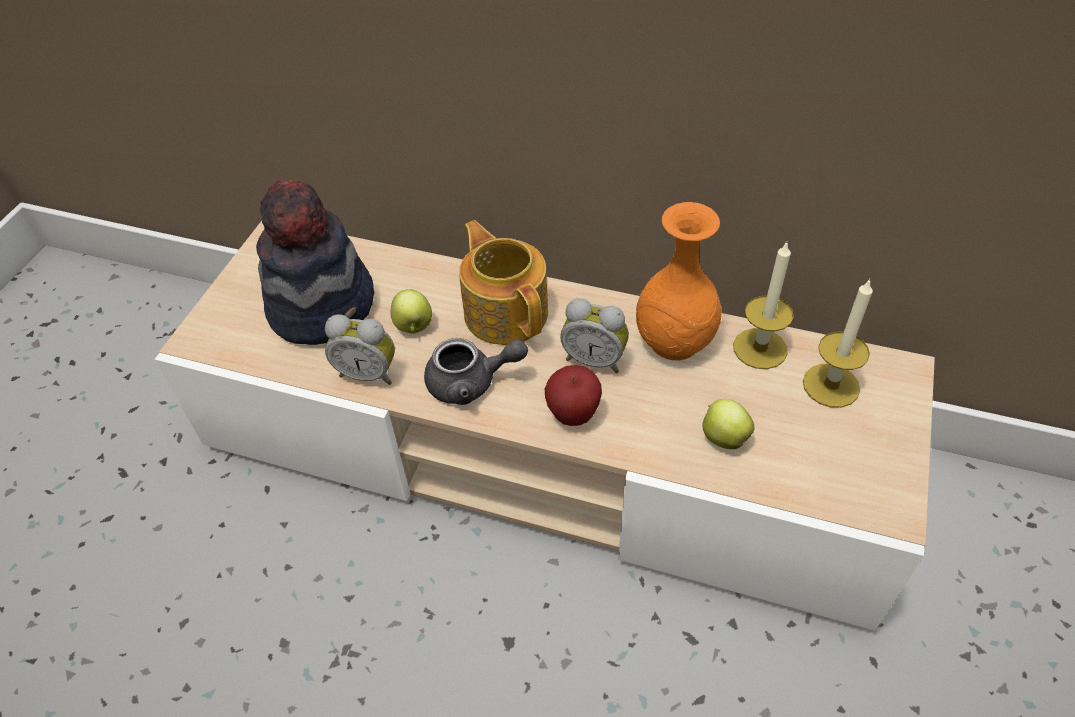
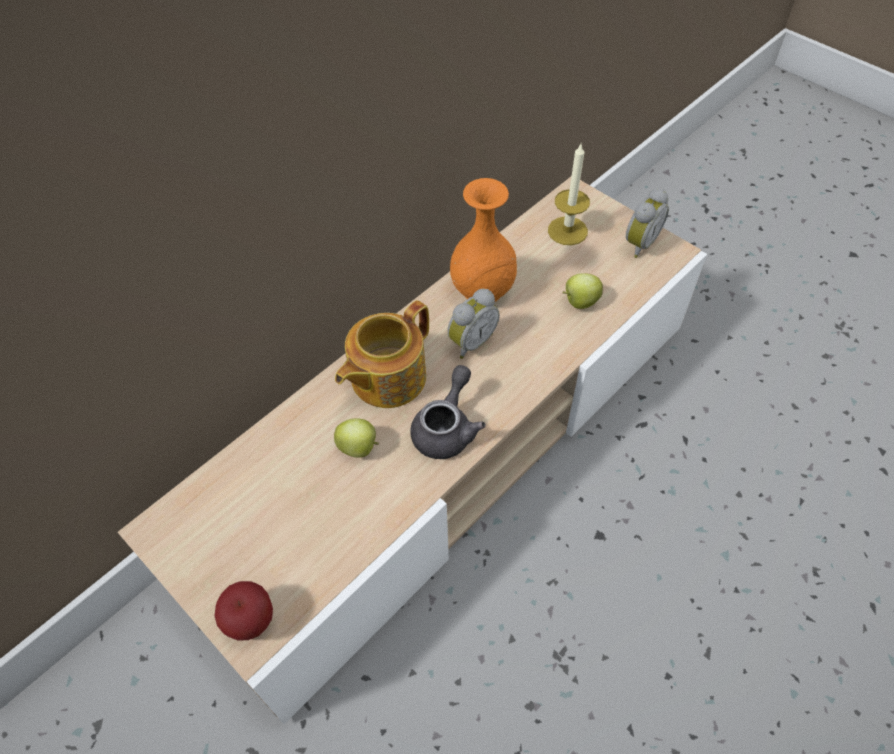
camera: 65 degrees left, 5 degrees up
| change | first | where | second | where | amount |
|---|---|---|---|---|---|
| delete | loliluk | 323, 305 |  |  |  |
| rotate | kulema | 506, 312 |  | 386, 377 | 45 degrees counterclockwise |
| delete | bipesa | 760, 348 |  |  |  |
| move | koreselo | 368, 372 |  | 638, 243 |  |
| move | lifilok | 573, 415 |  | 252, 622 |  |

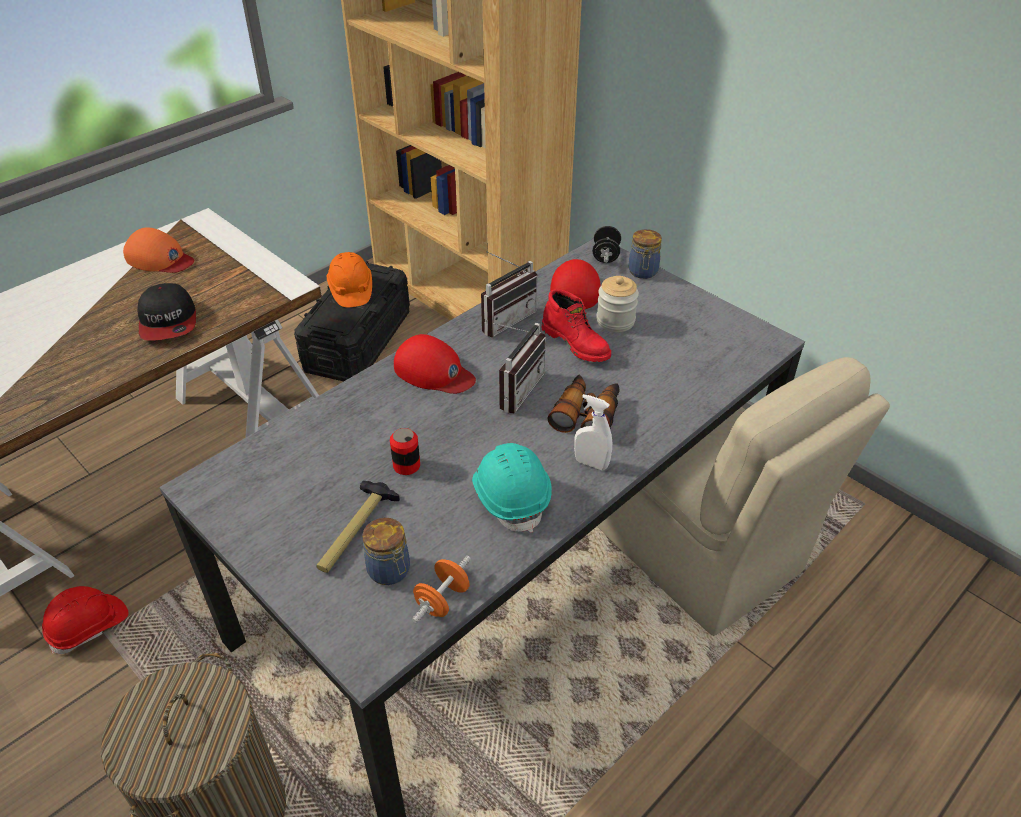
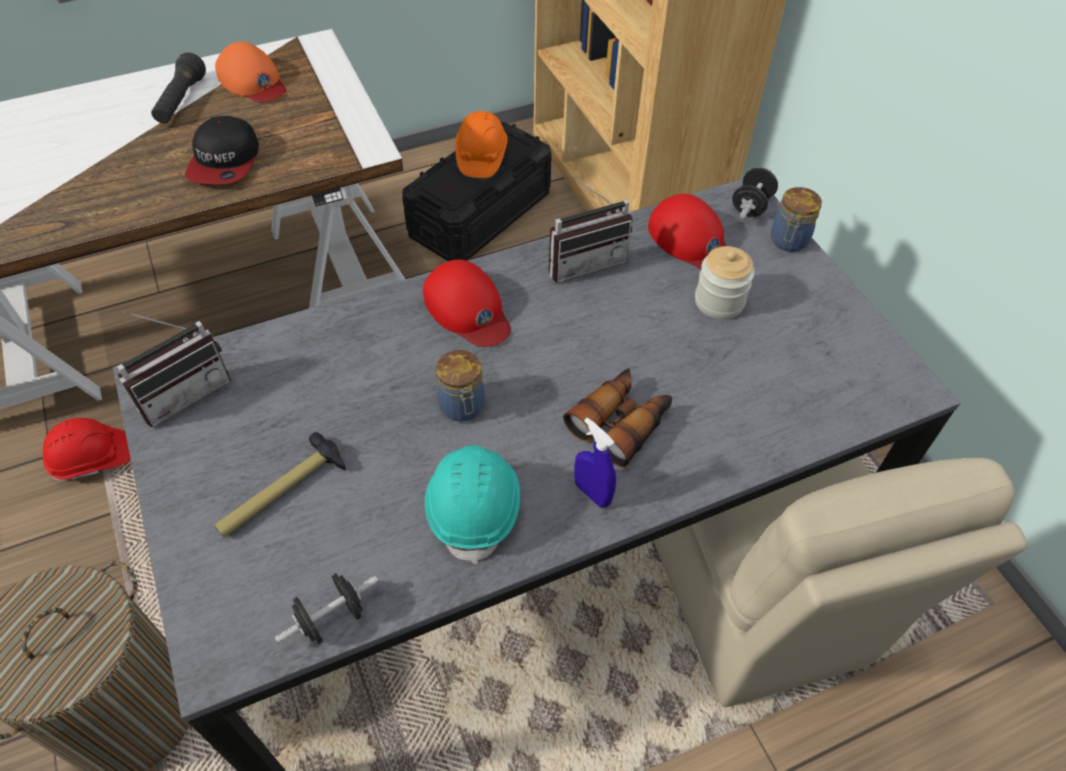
camera: 20 degrees right, 10 degrees up
| change | first | where | second | where | amount |
|---|---|---|---|---|---|
| rotate | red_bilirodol | 575, 287 |  | 691, 240 | 120 degrees clockwise |
| delete | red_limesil | 577, 343 |  |  |  |
| move | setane | 515, 389 |  | 183, 391 |  |
| recolor | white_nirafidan | 591, 463 | blue_nirafidan | 592, 493 |  |
| delete | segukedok | 406, 466 |  |  |  |
| move | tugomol | 390, 571 |  | 462, 407 |  |
| recolor | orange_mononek | 442, 600 | black_mononek | 331, 618 |  |
| insert |  |  | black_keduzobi | 181, 101 |  |

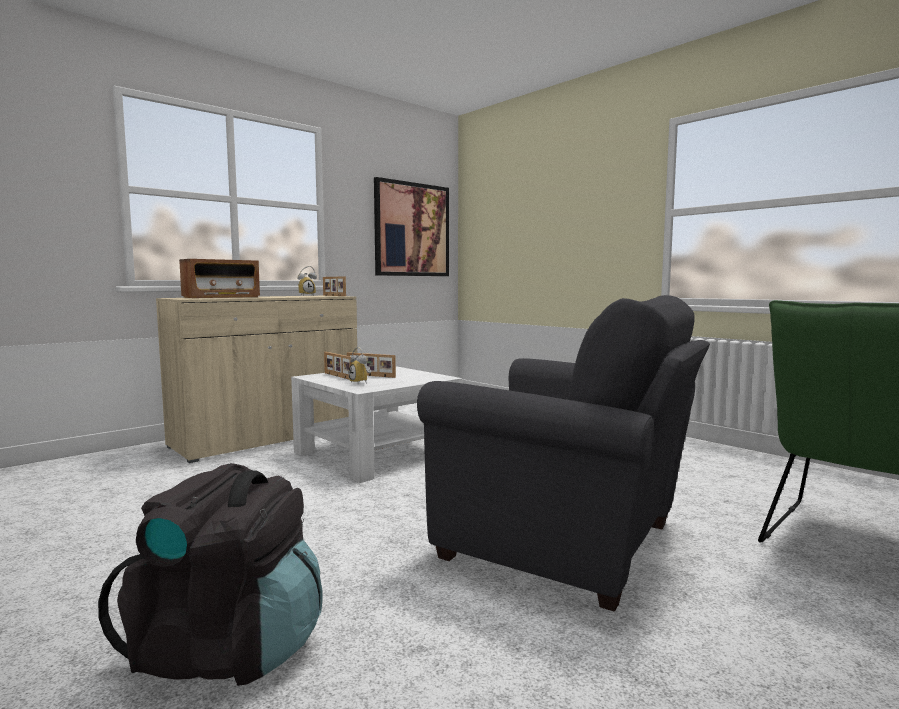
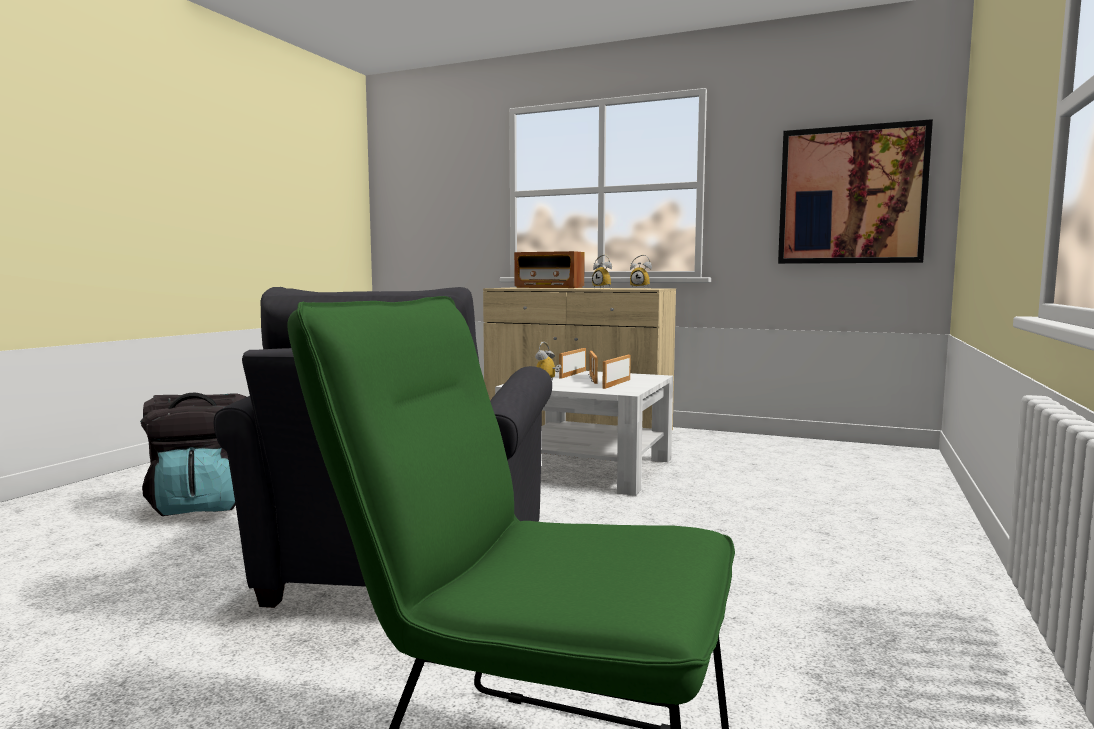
camera: 65 degrees right, 0 degrees up
| change | first | where | second | where | amount |
|---|---|---|---|---|---|
| move | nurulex | 333, 295 |  | 615, 384 |  |
| insert |  |  | koreselo | 604, 288 |  |

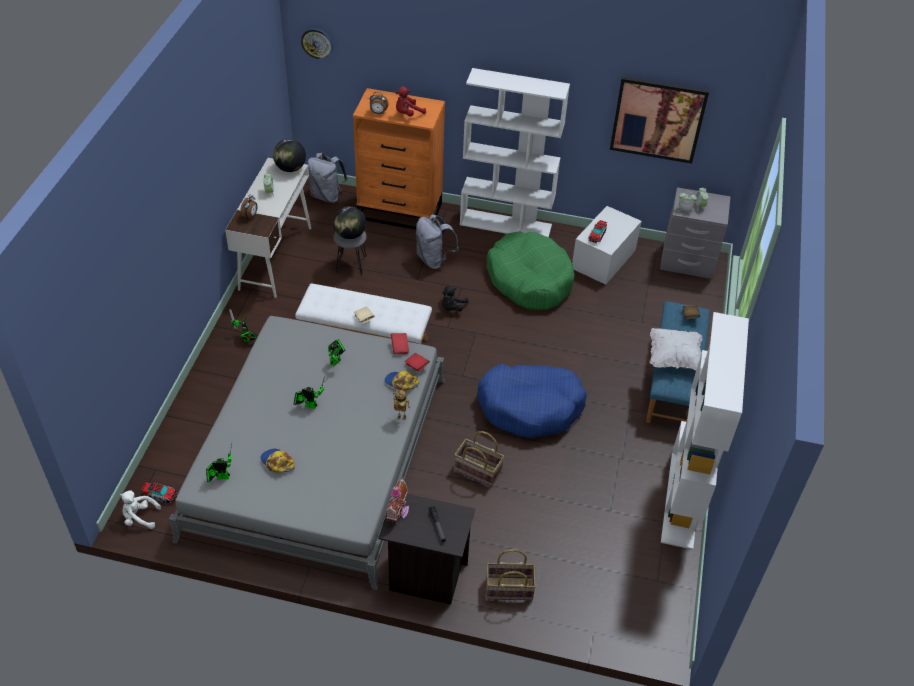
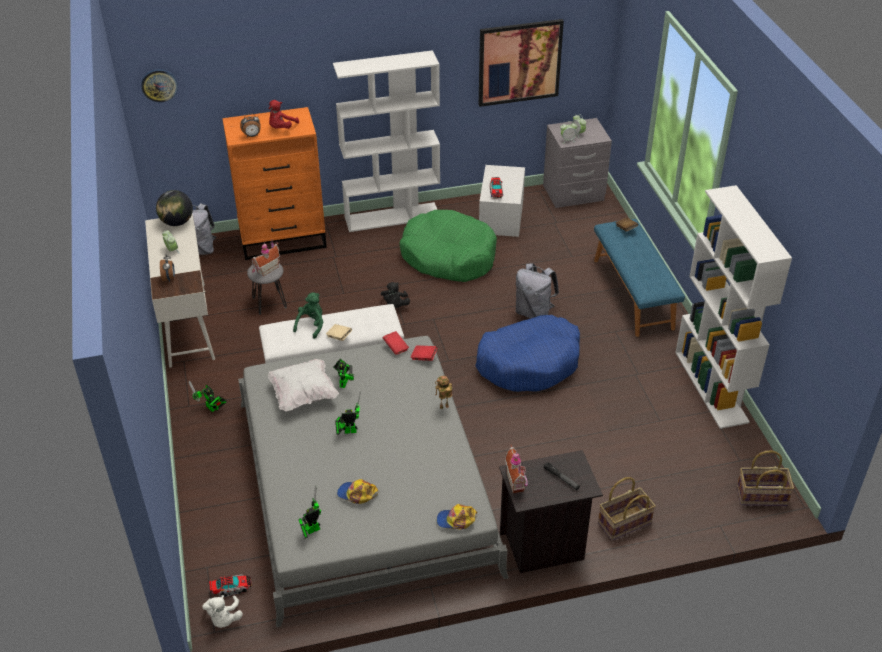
camera: 25 degrees left, 5 degrees down
| change | first | where | second | where | amount |
|---|---|---|---|---|---|
| replace | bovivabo | 350, 235 | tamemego | 266, 269 |  |
| move | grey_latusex | 434, 260 |  | 534, 312 |  |
| move | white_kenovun | 674, 358 |  | 303, 395 |  |
| move | bilirodol | 401, 383 |  | 456, 520 |  |
| move | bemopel | 477, 471 |  | 761, 496 |  |
| rotate | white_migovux | 139, 517 |  | 224, 619 | 75 degrees counterclockwise |
| insert |  |  | green_migovux | 311, 325 |  |

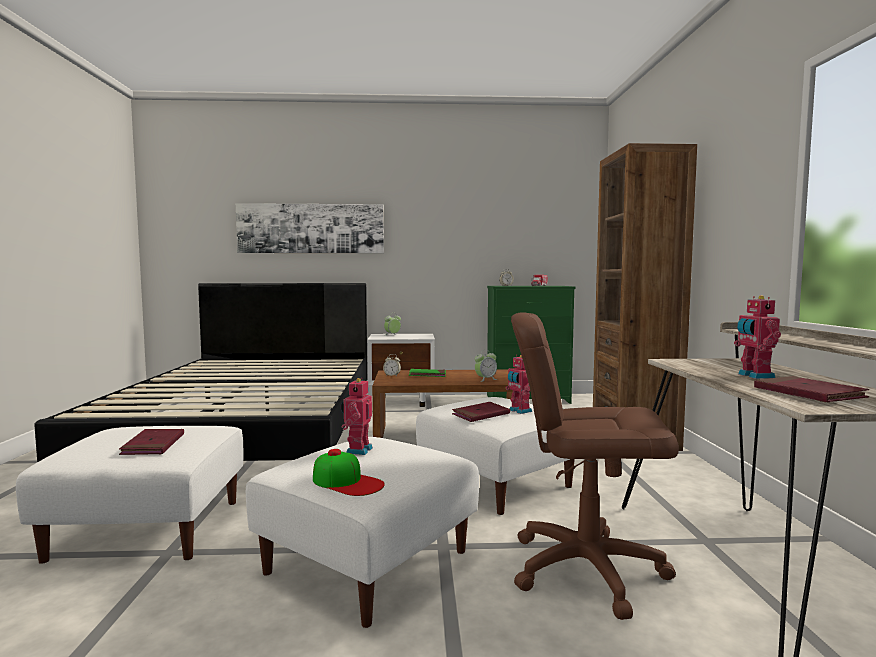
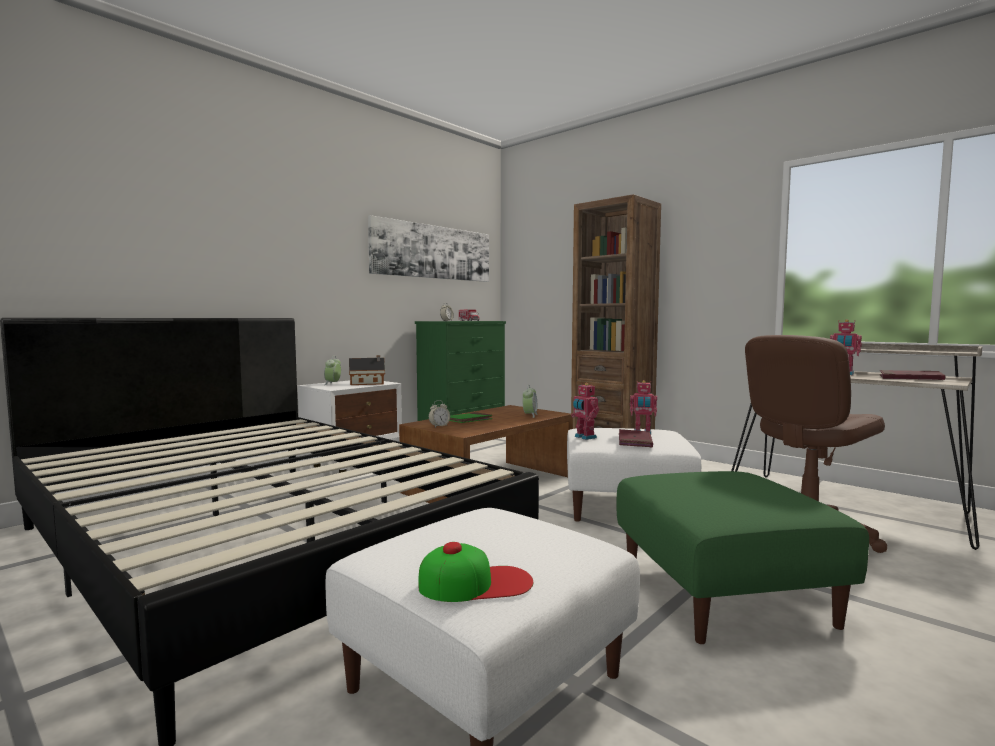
camera: 45 degrees left, 0 degrees up
| change | first | where | second | where | amount |
|---|---|---|---|---|---|
| move | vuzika | 311, 228 |  | 433, 252 |  |
| move | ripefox | 357, 450 |  | 584, 437 |  |
| delete | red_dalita | 153, 445 |  |  |  |
| recolor | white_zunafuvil | 368, 562 | green_zunafuvil | 725, 593 |  |
| move | bilirodol | 347, 482 |  | 476, 583 |  |
| insert |  |  | tamemego | 368, 383 |  |

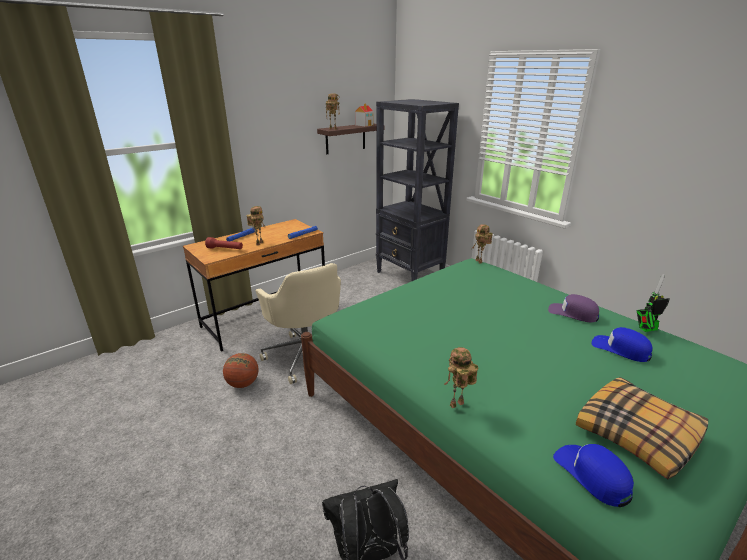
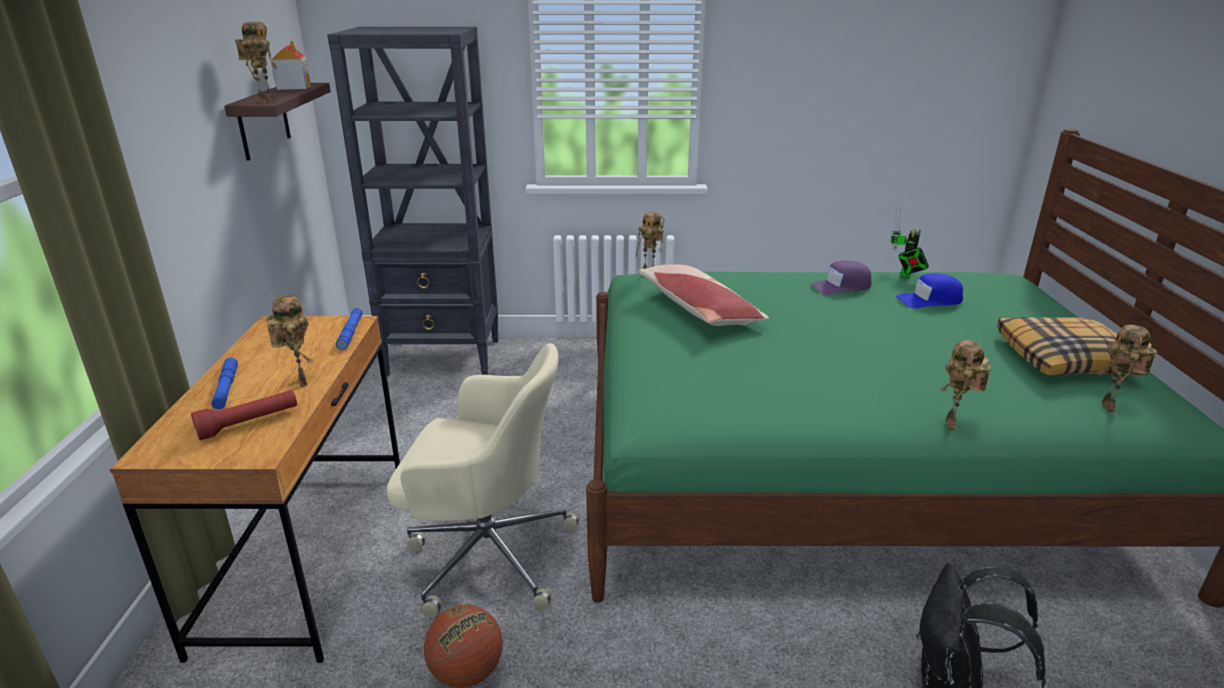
camera: 50 degrees left, 0 degrees up
| change | first | where | second | where | amount |
|---|---|---|---|---|---|
| replace | blue_bilirodol | 592, 475 | ripefox | 1111, 408 |  |
| insert |  |  | kenovun | 698, 309 |  |

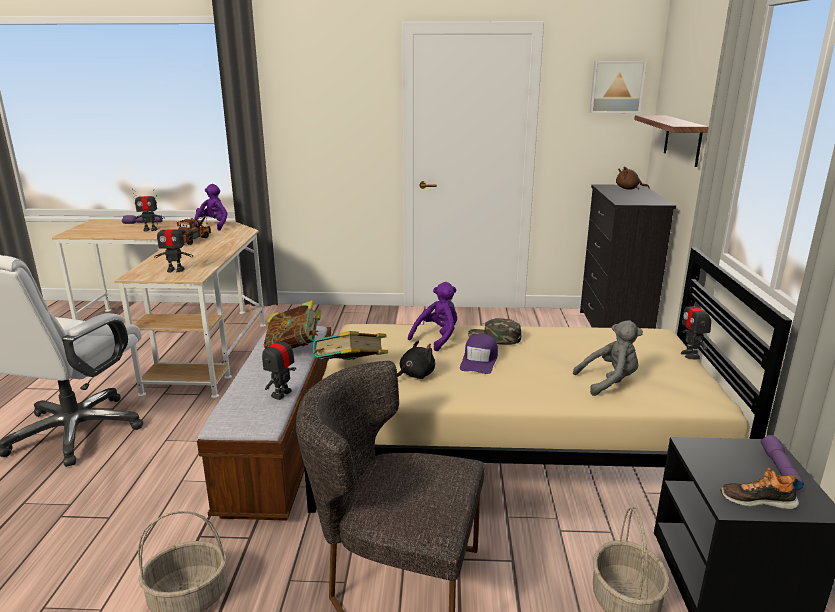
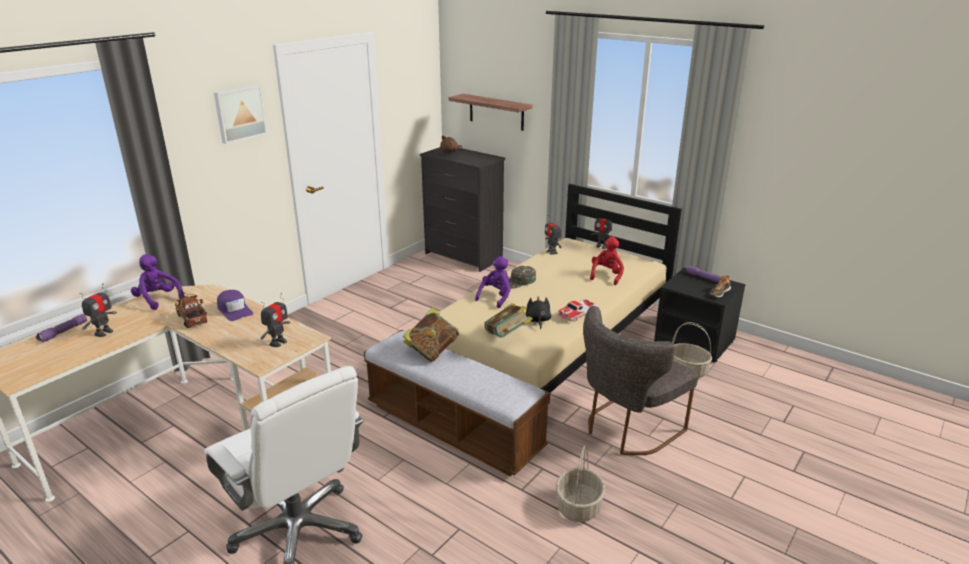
camera: 55 degrees left, 5 degrees up
| change | first | where | second | where | amount |
|---|---|---|---|---|---|
| move | vuzika | 616, 87 |  | 239, 113 |  |
| rotate | purple_migovux | 437, 338 |  | 496, 297 | 45 degrees clockwise |
| recolor | grey_migovux | 609, 382 | red_migovux | 606, 275 |  |
| move | ripefox | 281, 394 |  | 552, 252 |  |
| move | purple_bilirodol | 479, 360 |  | 234, 310 |  |
| insert |  |  | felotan | 577, 314 |  |

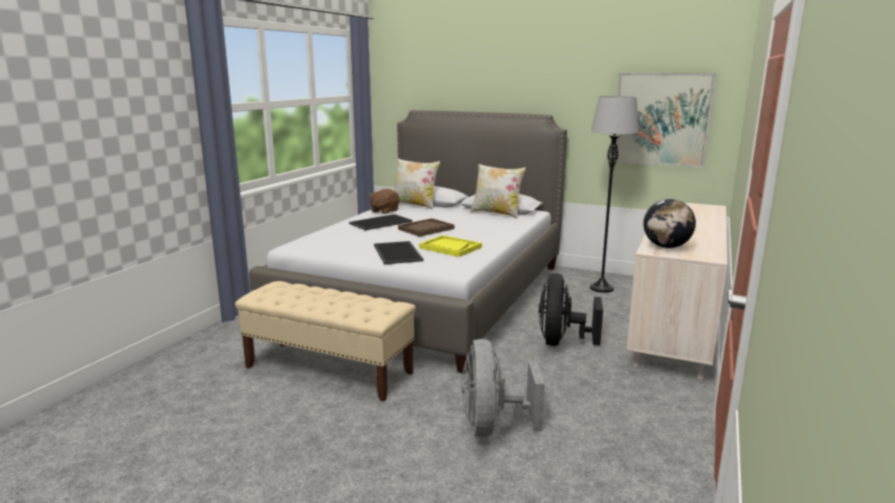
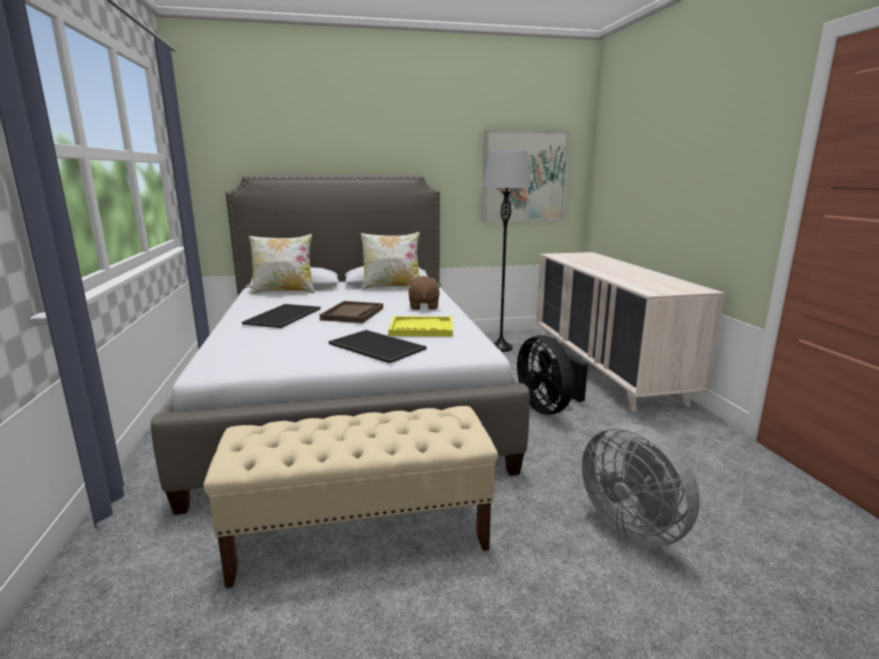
camera: 35 degrees left, 0 degrees up
| change | first | where | second | where | amount |
|---|---|---|---|---|---|
| move | brown_migovux | 384, 211 |  | 423, 306 |  |
| delete | bovivabo | 666, 247 |  |  |  |

